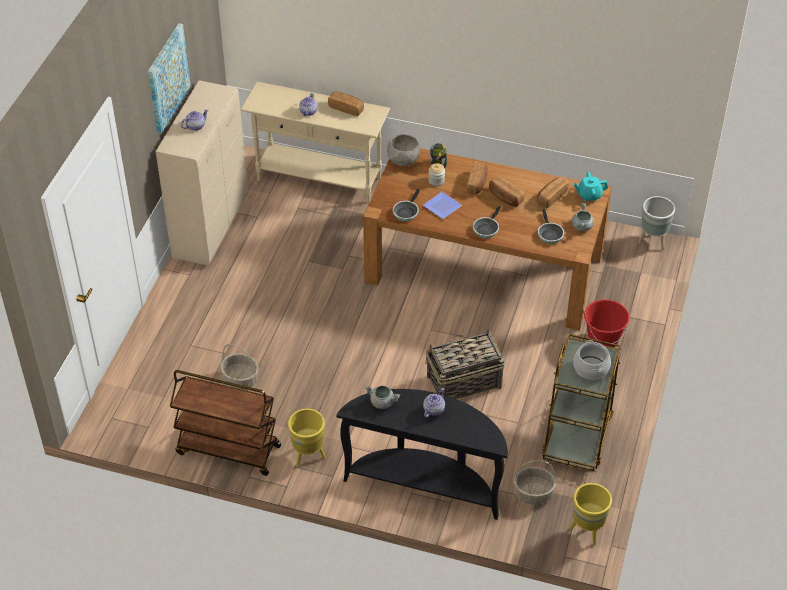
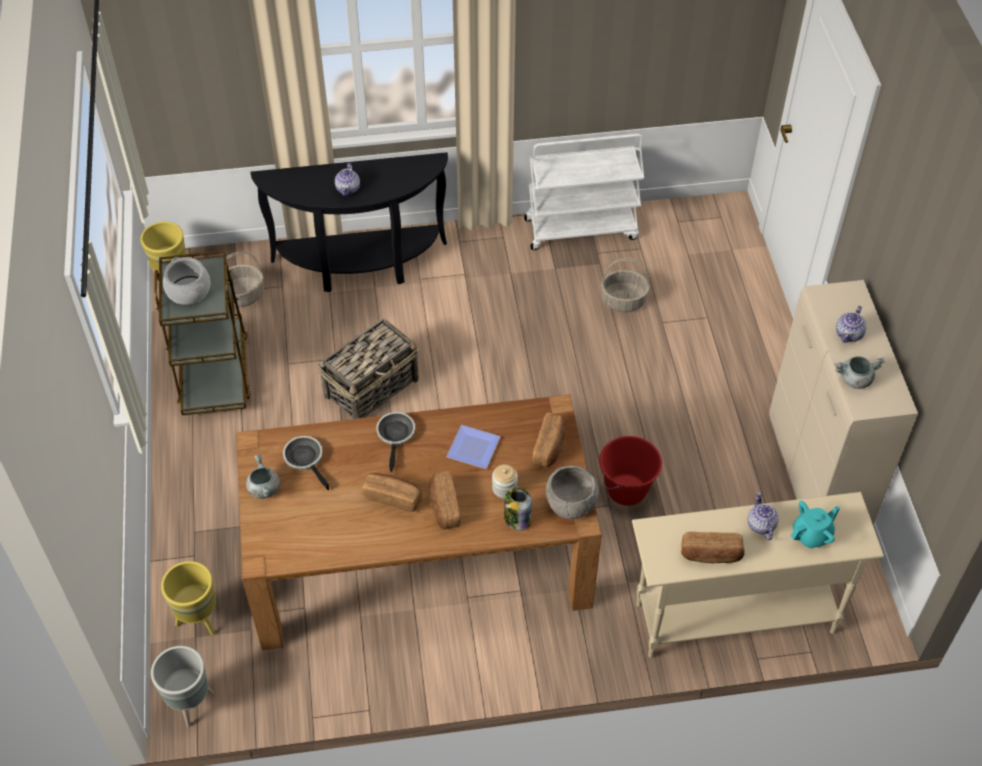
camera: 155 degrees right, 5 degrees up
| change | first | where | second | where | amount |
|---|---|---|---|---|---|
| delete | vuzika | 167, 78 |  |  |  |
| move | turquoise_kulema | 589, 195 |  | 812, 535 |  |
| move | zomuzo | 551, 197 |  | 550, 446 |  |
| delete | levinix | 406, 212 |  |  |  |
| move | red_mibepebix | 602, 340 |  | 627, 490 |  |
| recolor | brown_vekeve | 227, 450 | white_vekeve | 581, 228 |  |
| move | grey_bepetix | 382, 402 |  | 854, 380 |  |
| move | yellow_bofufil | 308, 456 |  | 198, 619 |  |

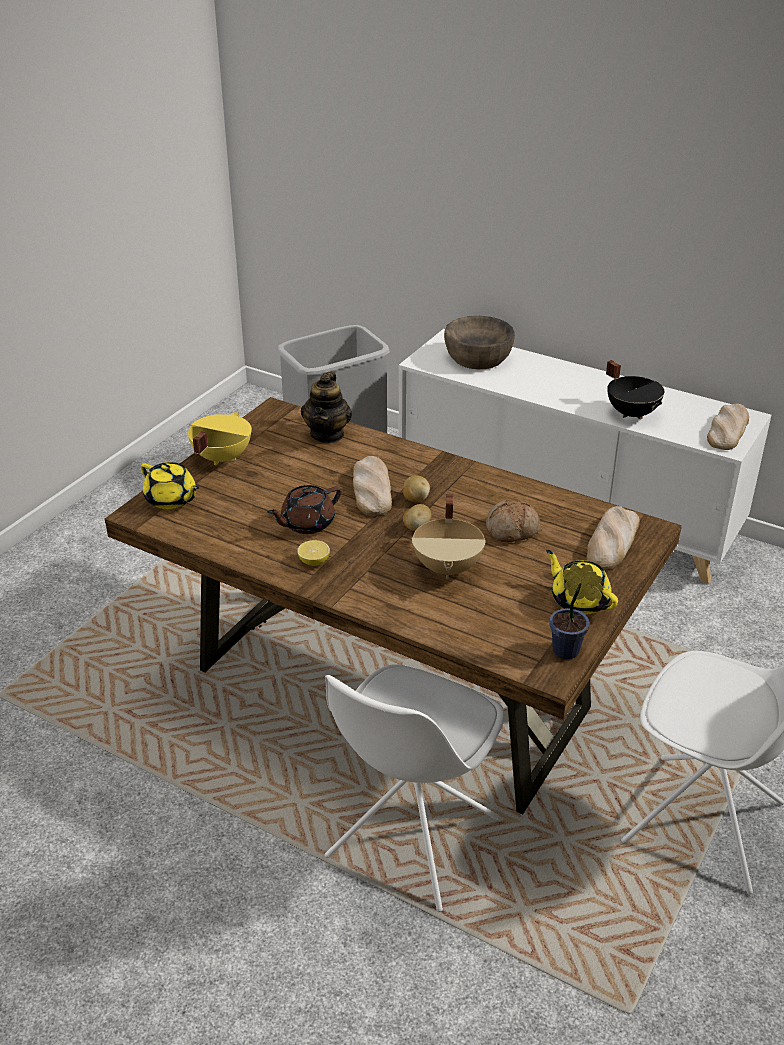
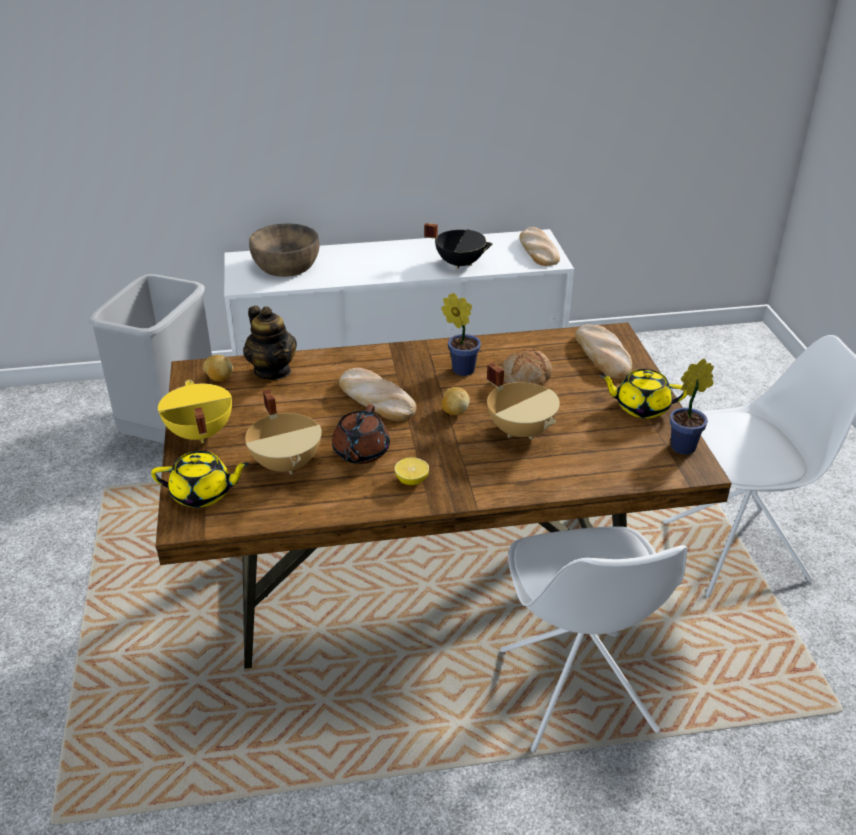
camera: 40 degrees left, 0 degrees up
| change | first | where | second | where | amount |
|---|---|---|---|---|---|
| move | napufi | 415, 499 |  | 219, 378 |  |
| insert |  |  | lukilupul | 460, 369 |  |
| insert |  |  | beige_bepetix | 287, 463 |  |

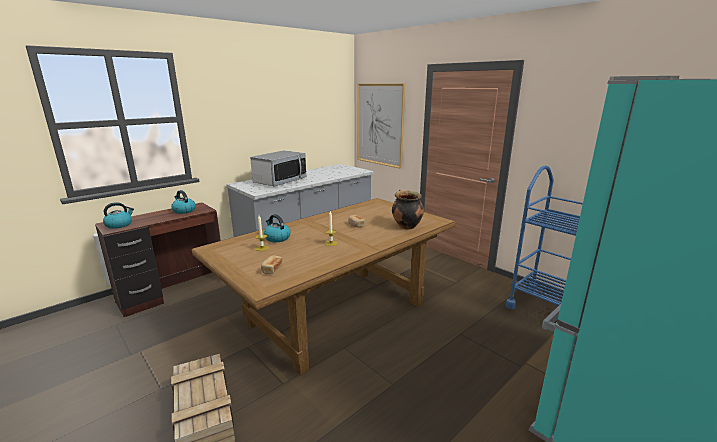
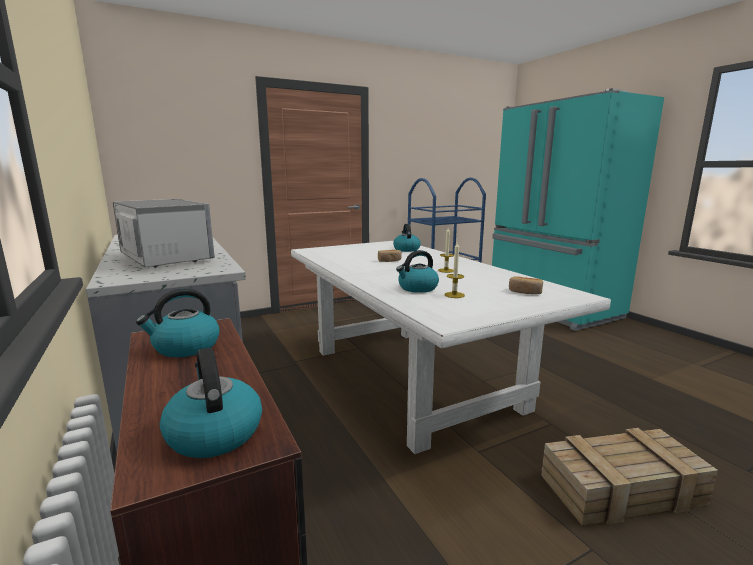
camera: 75 degrees left, 5 degrees down
| change | first | where | second | where | amount |
|---|---|---|---|---|---|
| delete | vuzika | 380, 125 |  |  |  |
| replace | bepetix | 406, 226 | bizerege | 406, 249 |  |
| recolor | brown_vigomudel | 337, 313 | white_vigomudel | 412, 378 |  |

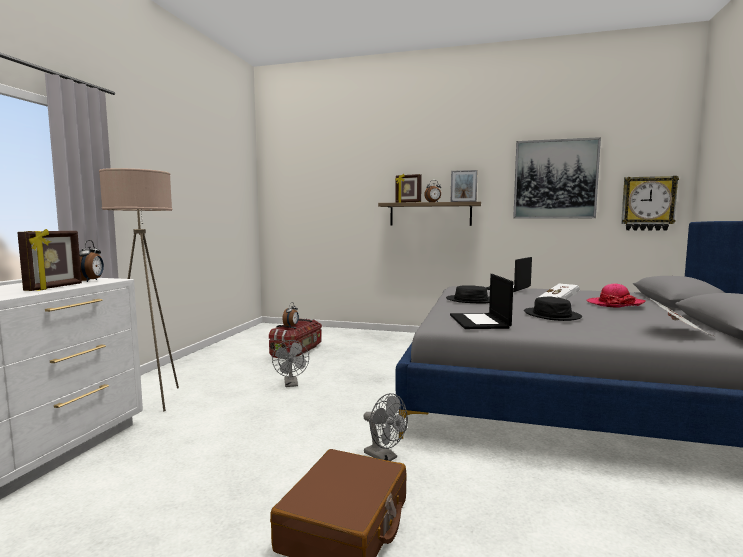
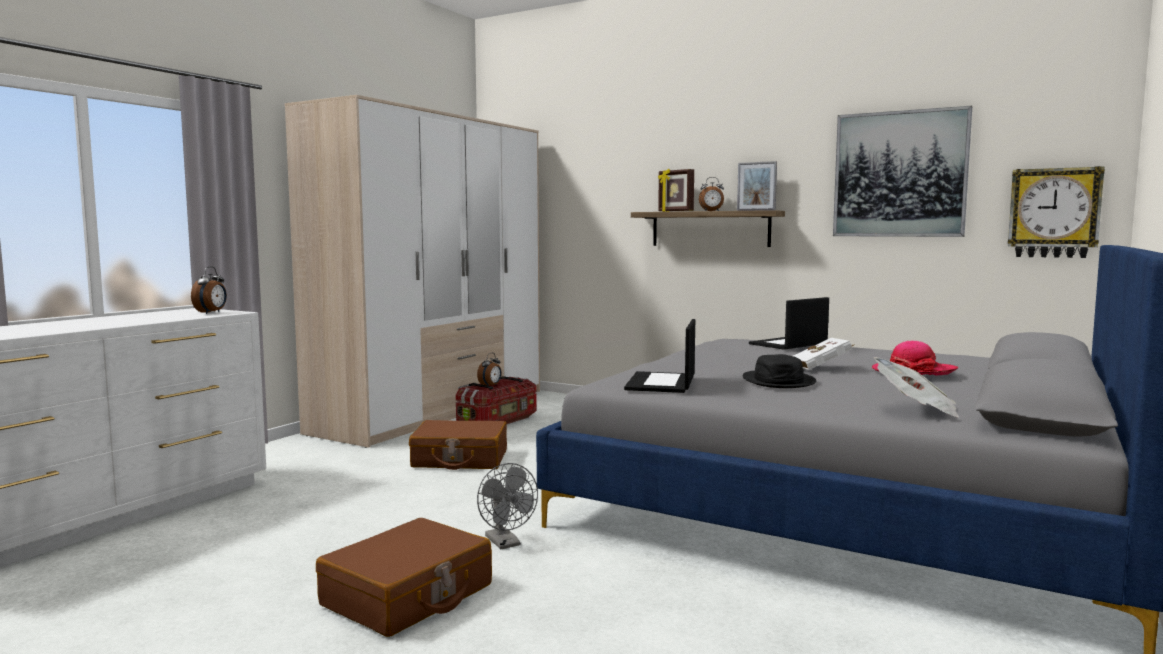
camera: 15 degrees right, 0 degrees up
| change | first | where | second | where | amount |
|---|---|---|---|---|---|
| delete | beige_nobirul | 151, 400 |  |  |  |
| delete | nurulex | 55, 287 |  |  |  |
| delete | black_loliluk | 471, 300 |  |  |  |
| replace | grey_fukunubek | 291, 384 | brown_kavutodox | 460, 459 |  |
| insert |  |  | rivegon | 435, 411 |  |

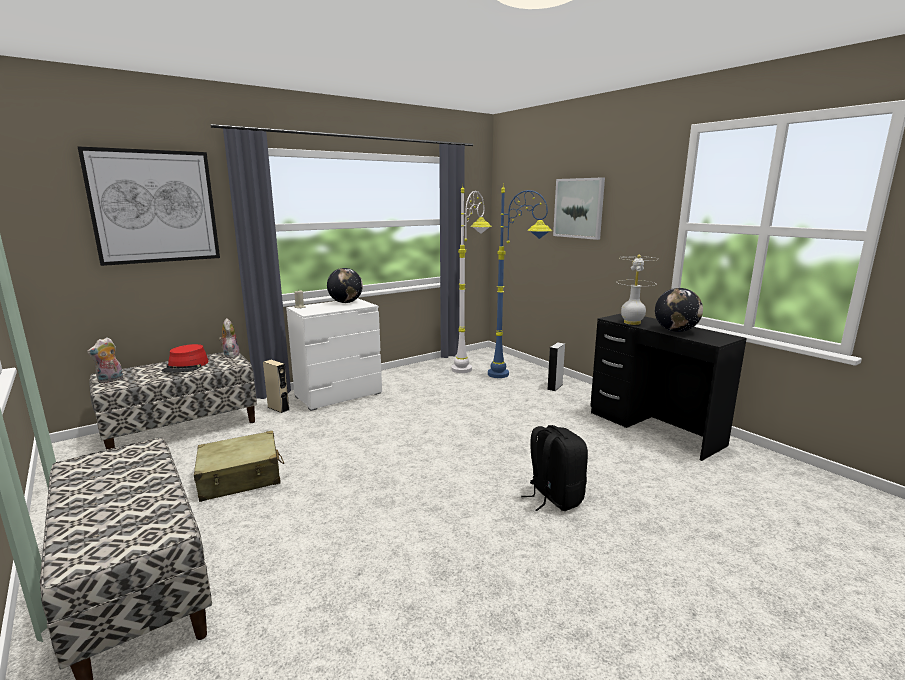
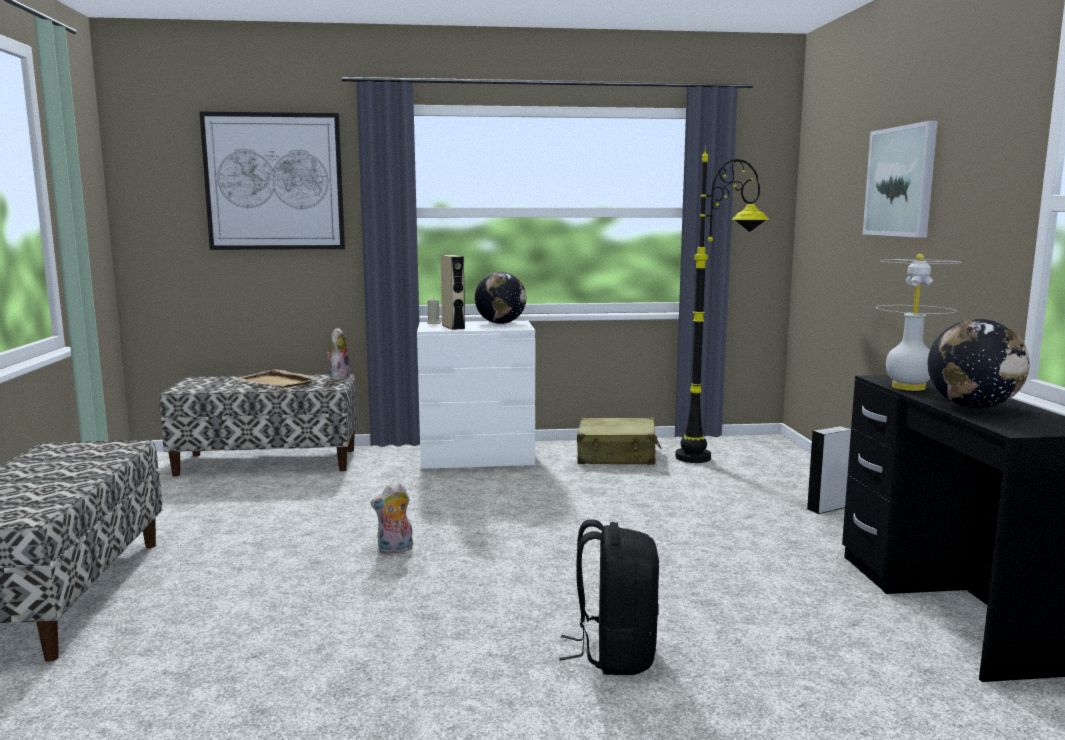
camera: 30 degrees right, 5 degrees down
| change | first | where | second | where | amount |
|---|---|---|---|---|---|
| recolor | white_nobirul | 470, 364 | black_nobirul | 717, 453 |  |
| delete | blue_nobirul | 515, 377 |  |  |  |
| move | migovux | 110, 380 |  | 395, 550 |  |
| replace | red_loliluk | 186, 366 | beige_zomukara | 278, 382 |  |
| move | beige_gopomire | 278, 408 |  | 453, 327 |  |
| move | beige_kavutodox | 241, 477 |  | 617, 456 |  |

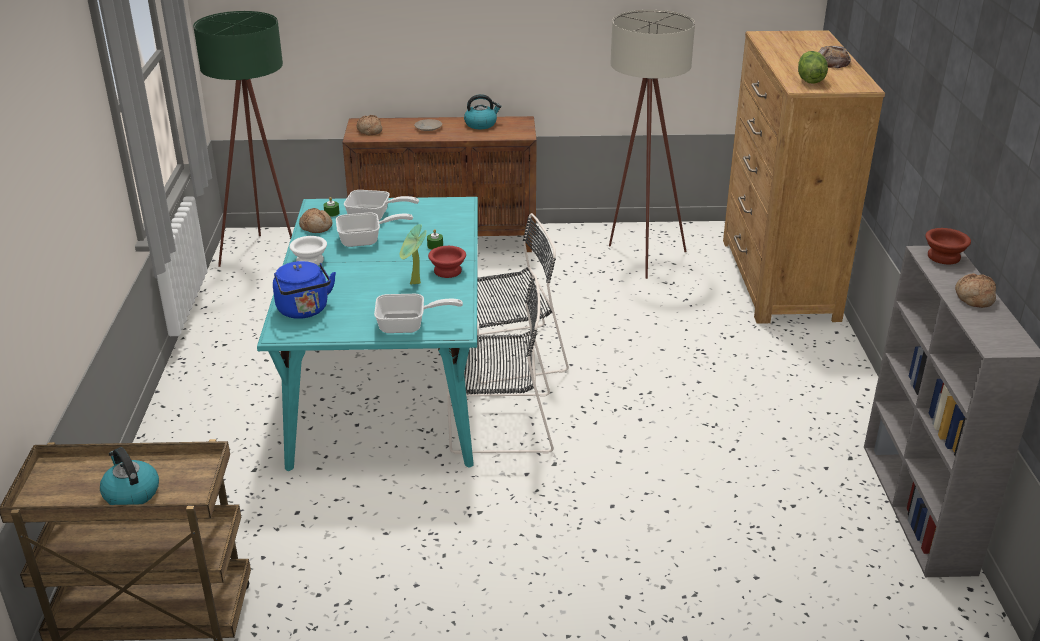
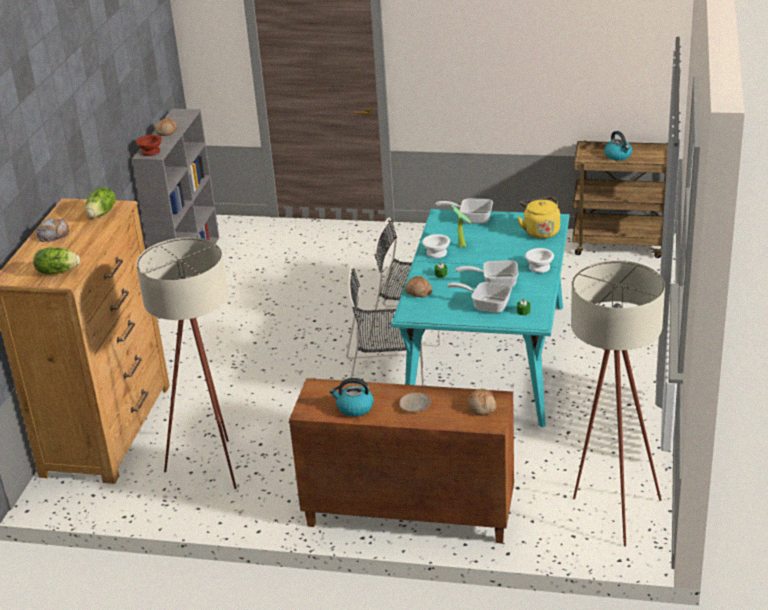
camera: 165 degrees left, 0 degrees up
| change | first | where | second | where | amount |
|---|---|---|---|---|---|
| recolor | green_nobirul | 267, 256 | beige_nobirul | 610, 510 |  |
| move | zomuzo | 316, 227 |  | 418, 292 |  |
| recolor | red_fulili | 449, 271 | white_fulili | 435, 253 |  |
| recolor | blue_bizerege | 304, 311 | yellow_bizerege | 540, 231 |  |
| insert |  |  | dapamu | 57, 271 |  |

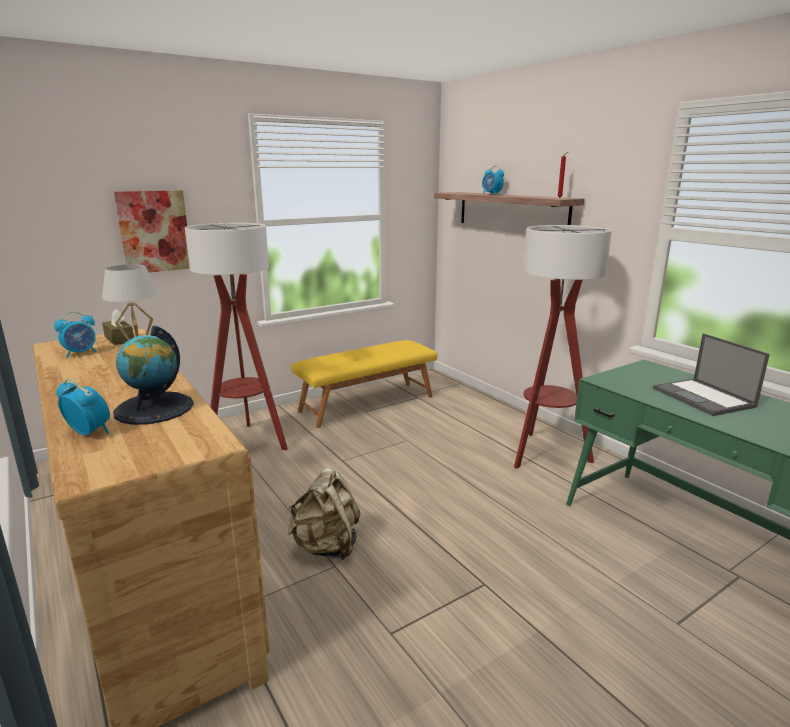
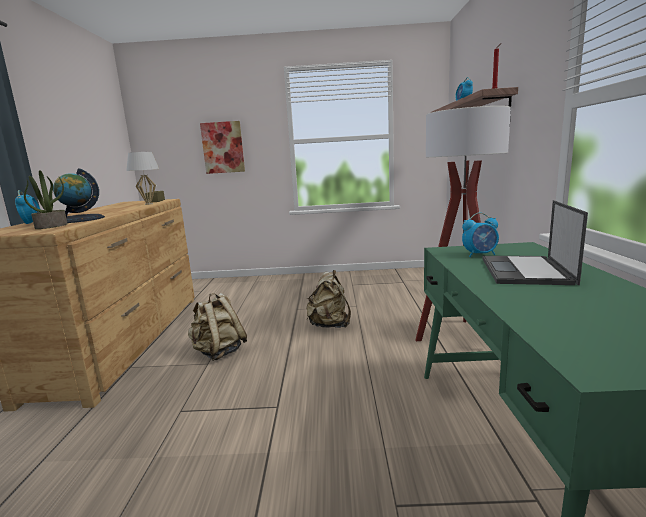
camera: 35 degrees right, 5 degrees down
| change | first | where | second | where | amount |
|---|---|---|---|---|---|
| delete | nobirul | 247, 443 |  |  |  |
| move | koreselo | 81, 353 |  | 480, 255 |  |
| delete | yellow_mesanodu | 367, 403 |  |  |  |
| insert |  |  | lukilupul | 51, 226 |  |
| insert |  |  | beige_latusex | 329, 325 |  |

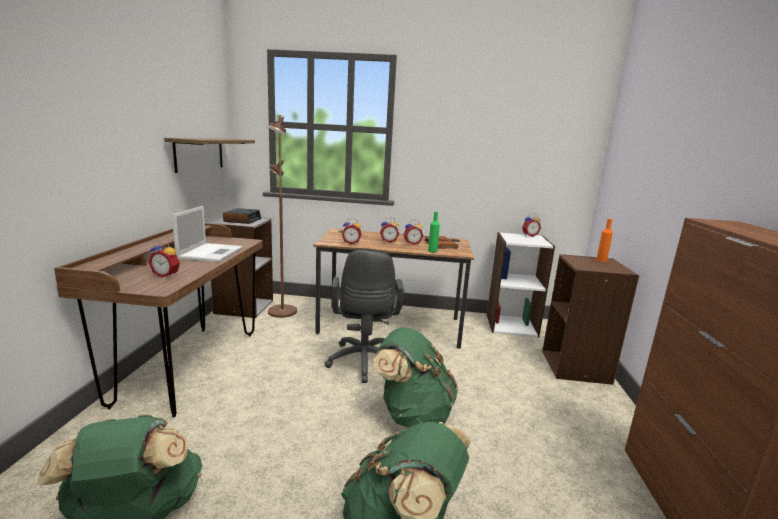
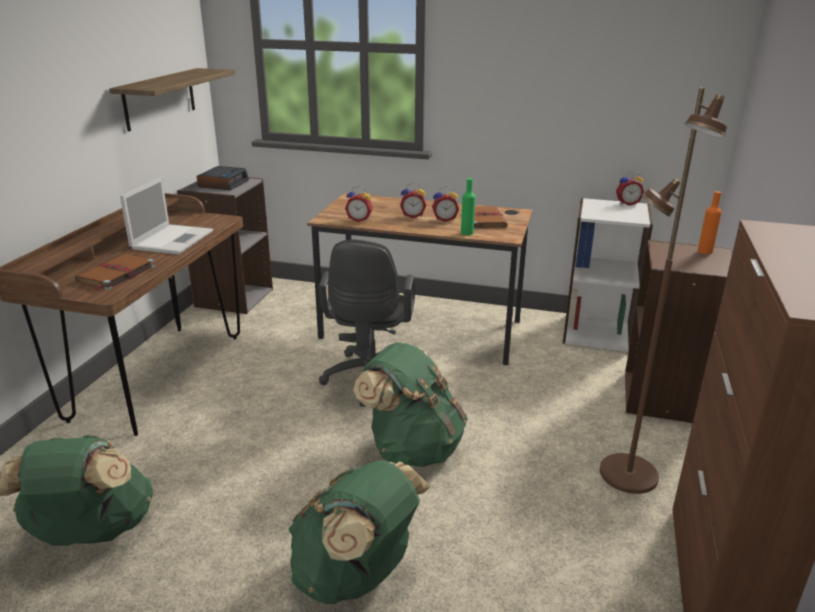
camera: 10 degrees right, 10 degrees up
| change | first | where | second | where | amount |
|---|---|---|---|---|---|
| move | brown_nobirul | 281, 312 |  | 627, 475 |  |
| replace | koreselo | 167, 275 | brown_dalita | 115, 274 |  |

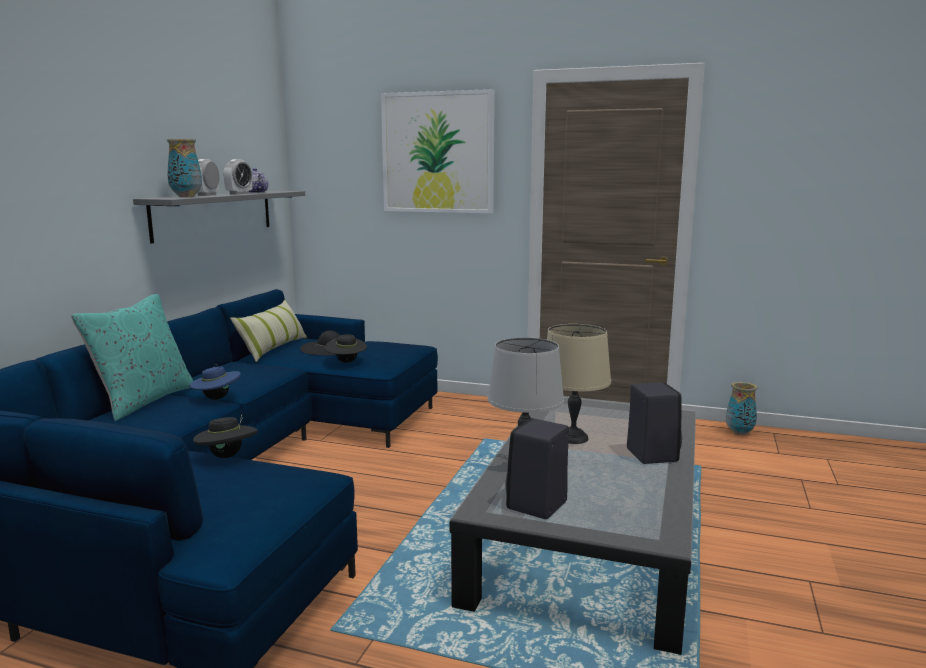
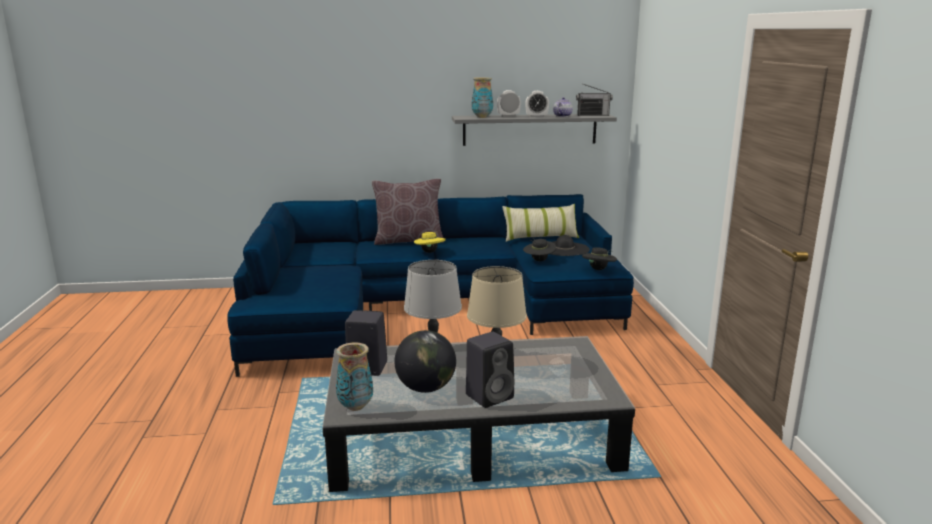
camera: 65 degrees right, 5 degrees up
| change | first | where | second | where | amount |
|---|---|---|---|---|---|
| delete | vuzika | 438, 153 |  |  |  |
| recolor | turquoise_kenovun | 143, 401 | brown_kenovun | 408, 240 |  |
| recolor | blue_loliluk | 216, 398 | yellow_loliluk | 429, 252 |  |
| move | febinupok | 739, 433 |  | 356, 407 |  |
| move | black_loliluk | 227, 456 |  | 598, 269 |  |
| insert |  |  | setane | 593, 115 |  |
| insert |  |  | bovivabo | 426, 388 |  |

